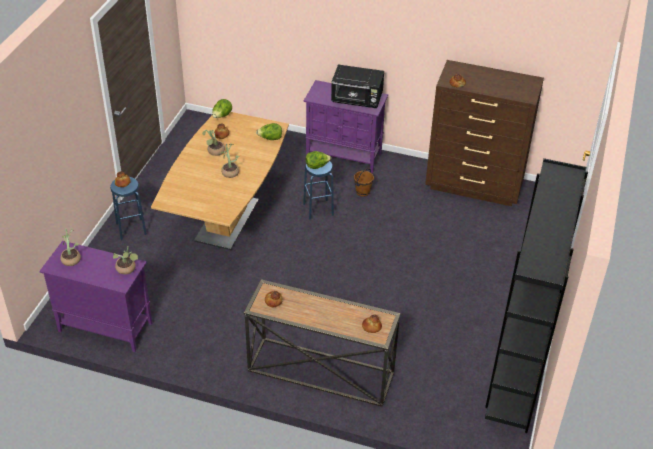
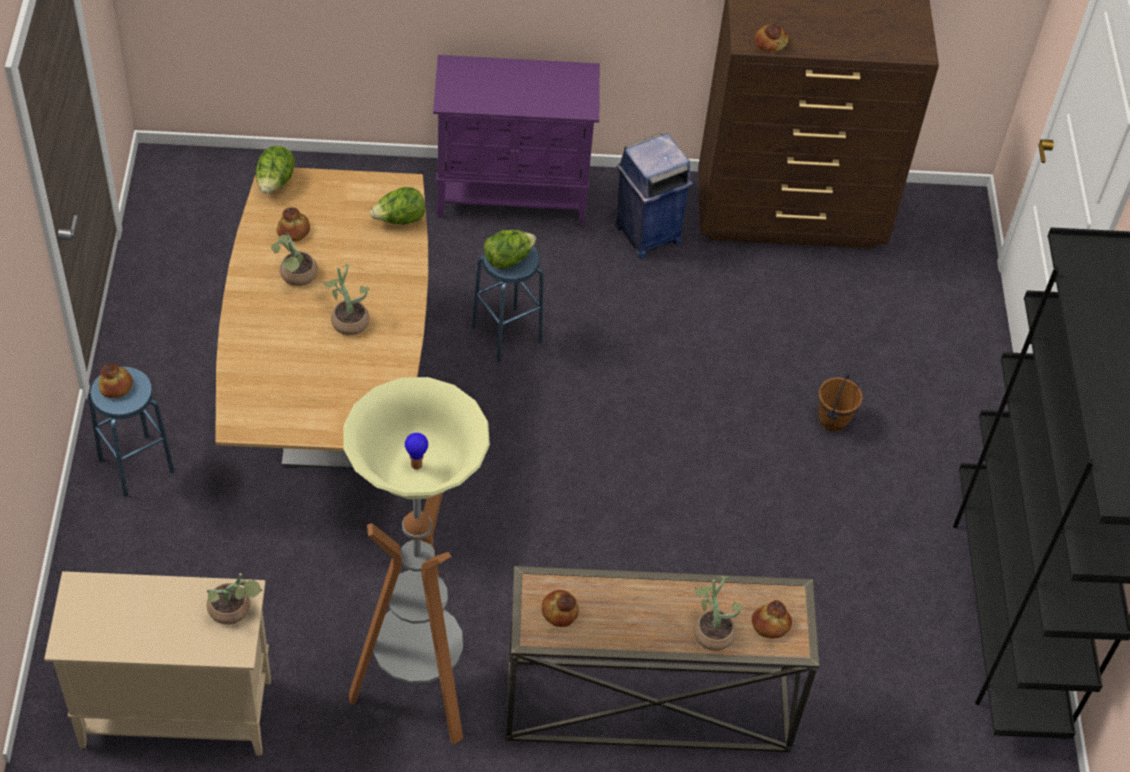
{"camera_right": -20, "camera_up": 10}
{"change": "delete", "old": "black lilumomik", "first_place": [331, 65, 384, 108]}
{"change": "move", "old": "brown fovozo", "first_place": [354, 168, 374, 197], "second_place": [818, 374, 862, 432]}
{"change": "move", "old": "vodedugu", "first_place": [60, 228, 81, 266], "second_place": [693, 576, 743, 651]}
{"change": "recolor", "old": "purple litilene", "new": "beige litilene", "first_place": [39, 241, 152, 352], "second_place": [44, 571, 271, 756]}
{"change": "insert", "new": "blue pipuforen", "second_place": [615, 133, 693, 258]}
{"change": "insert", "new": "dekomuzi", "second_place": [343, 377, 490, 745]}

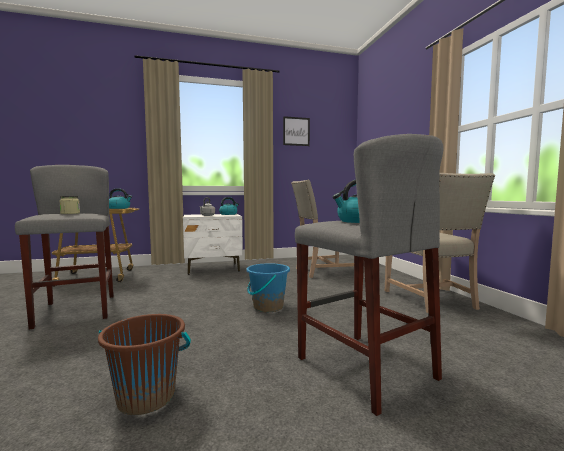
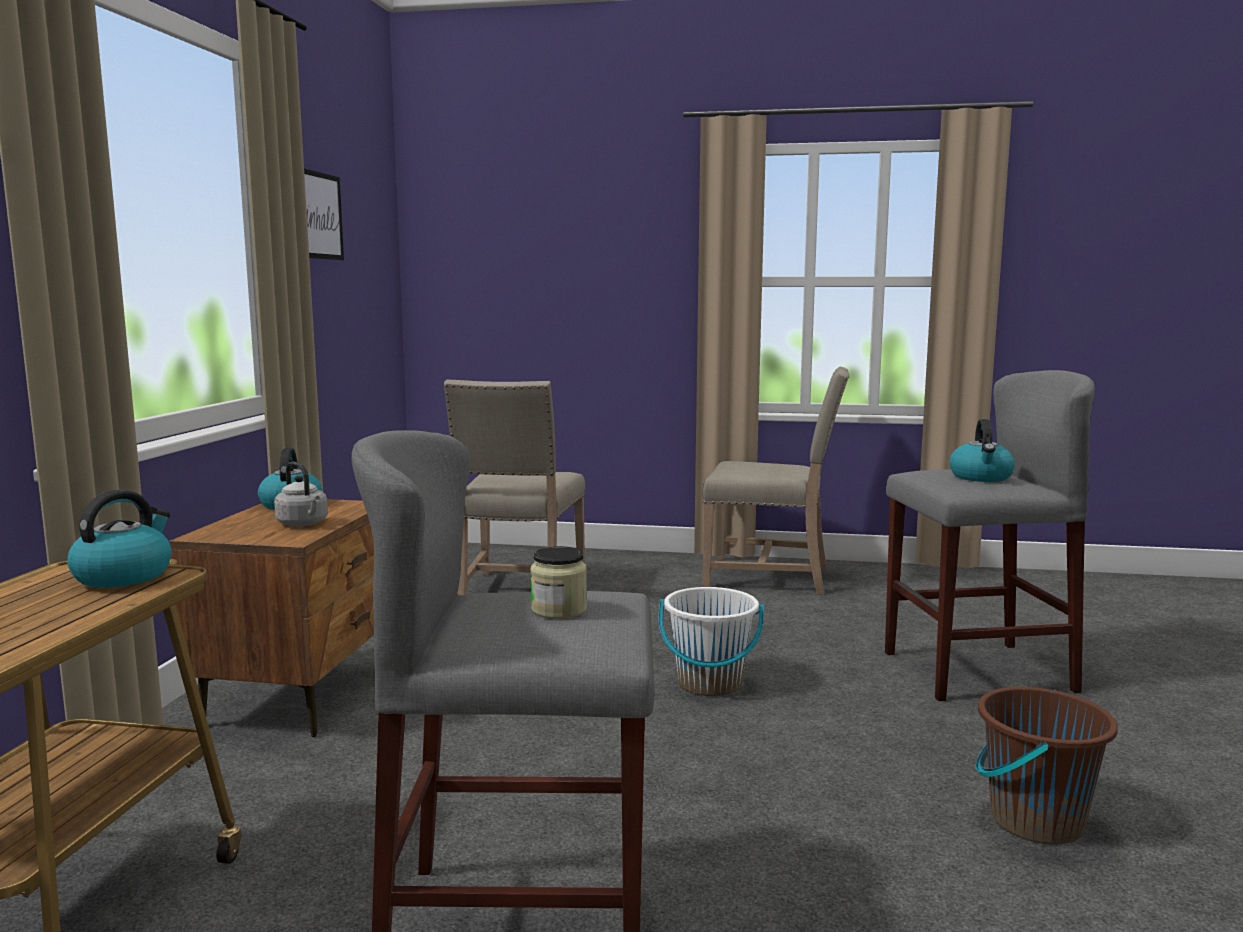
{"camera_right": -65, "camera_up": 5}
{"change": "recolor", "old": "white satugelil", "new": "brown satugelil", "first_place": [183, 214, 243, 275], "second_place": [169, 499, 374, 737]}
{"change": "recolor", "old": "blue fovozo", "new": "white fovozo", "first_place": [246, 263, 290, 312], "second_place": [658, 587, 764, 696]}

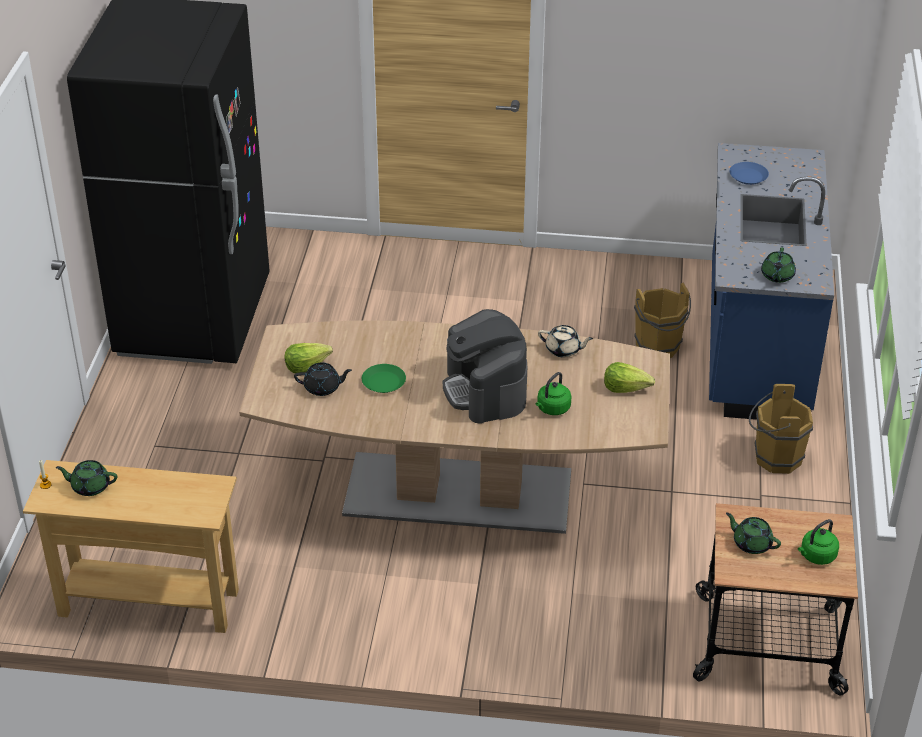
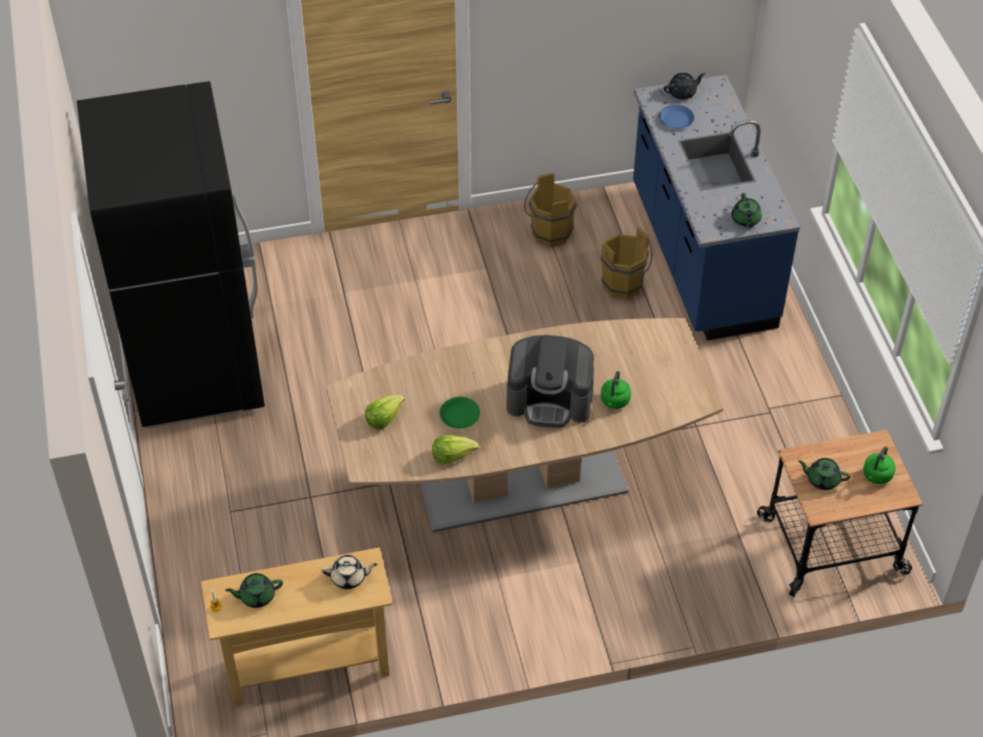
{"camera_right": -20, "camera_up": 10}
{"change": "rotate", "old": "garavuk", "first_place": [443, 309, 527, 424], "second_place": [507, 335, 594, 428], "degrees": -45}
{"change": "move", "old": "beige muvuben", "first_place": [538, 325, 593, 358], "second_place": [321, 555, 378, 589]}
{"change": "move", "old": "black muvuben", "first_place": [294, 362, 352, 396], "second_place": [664, 73, 705, 99]}
{"change": "move", "old": "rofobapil", "first_place": [604, 362, 655, 393], "second_place": [432, 435, 479, 464]}
{"change": "move", "old": "brown fovozo", "first_place": [749, 384, 813, 474], "second_place": [524, 173, 577, 247]}

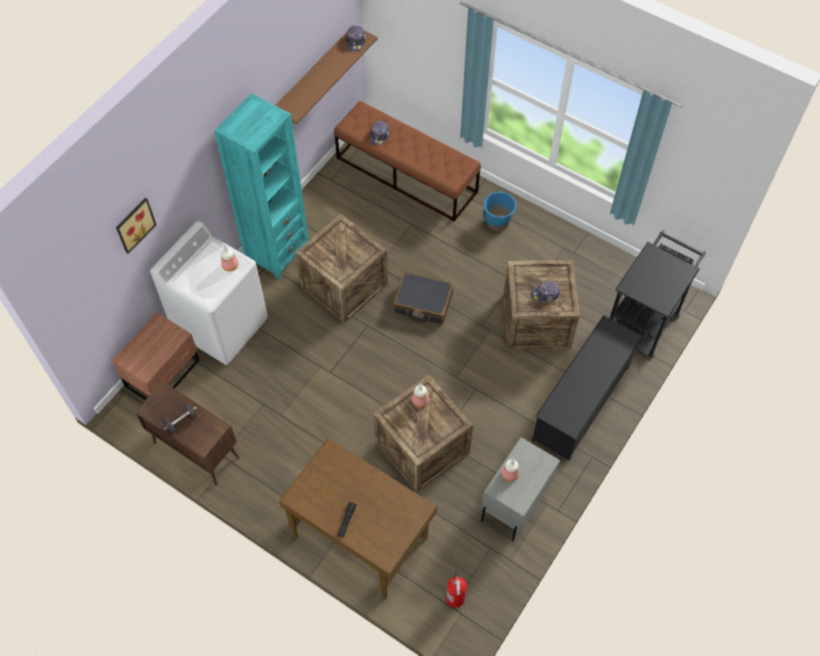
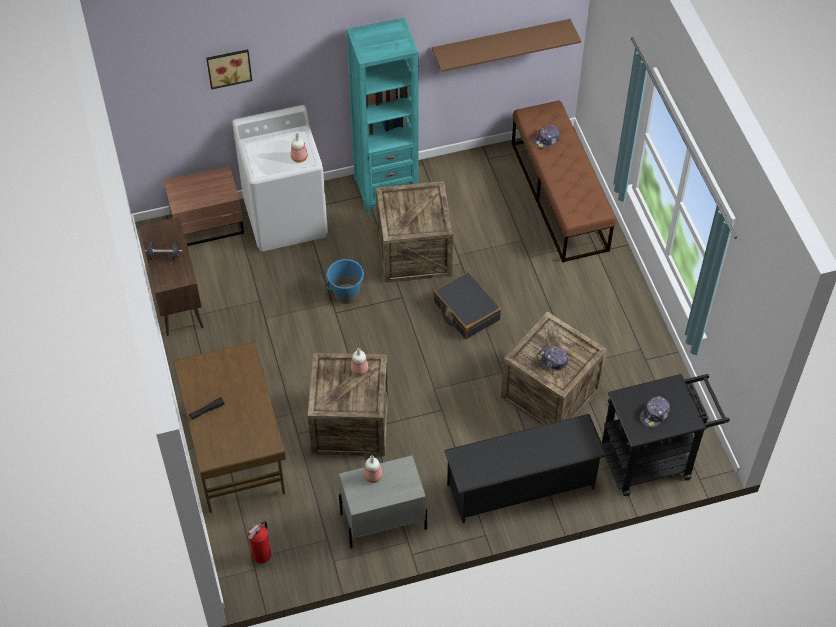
{"camera_right": 40, "camera_up": -5}
{"change": "move", "old": "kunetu", "first_place": [345, 26, 366, 51], "second_place": [640, 396, 670, 427]}
{"change": "move", "old": "blue fovozo", "first_place": [483, 191, 516, 231], "second_place": [326, 259, 364, 304]}

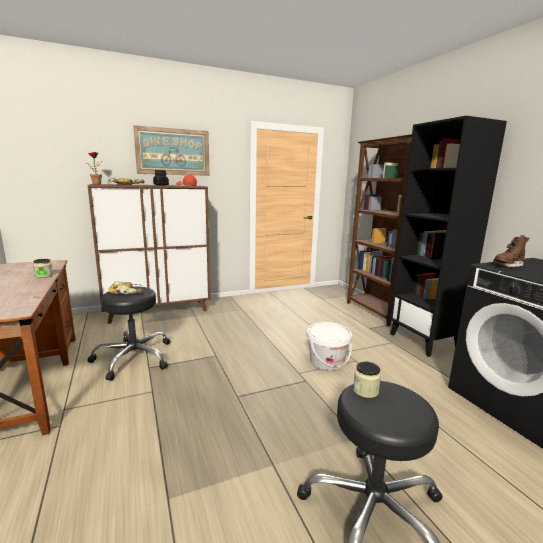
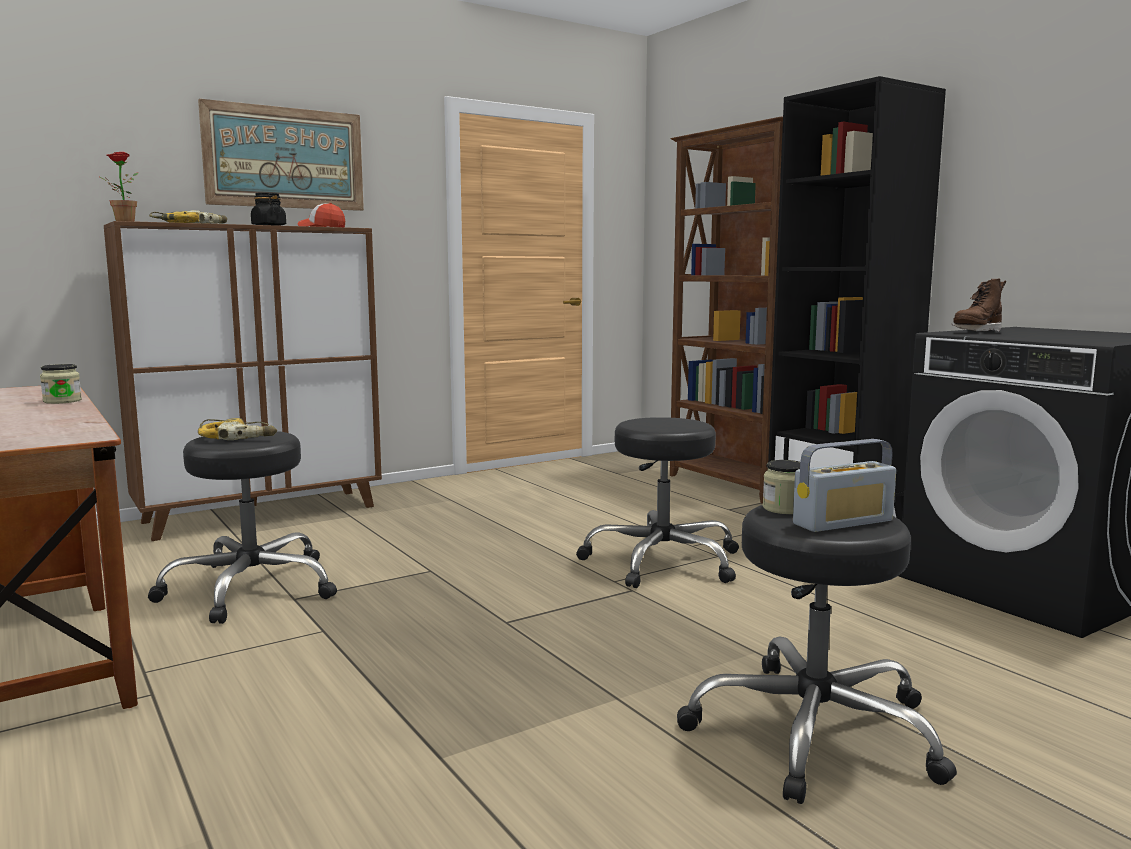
{"camera_right": -10, "camera_up": -5}
{"change": "replace", "old": "white fovozo", "new": "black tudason", "first_place": [307, 322, 352, 371], "second_place": [576, 417, 739, 588]}
{"change": "insert", "new": "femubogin", "second_place": [793, 439, 896, 532]}

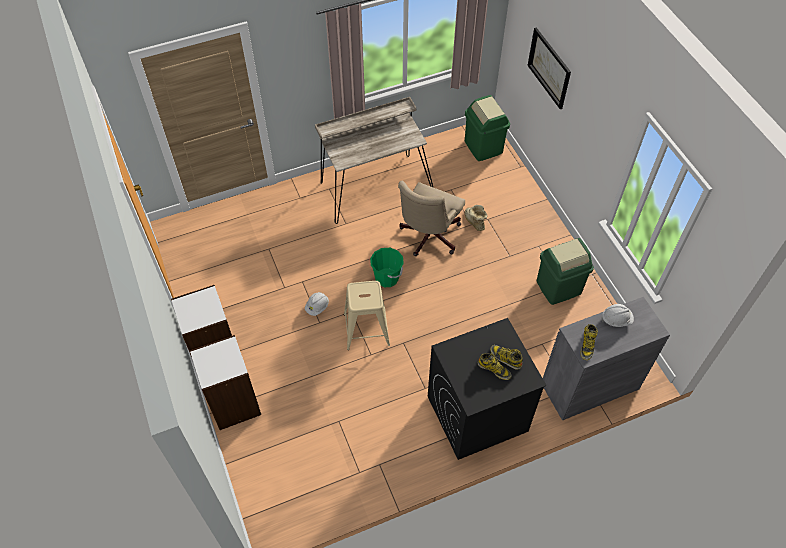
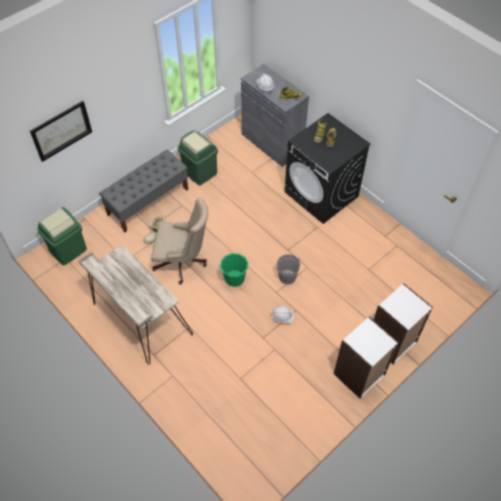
{"camera_right": -110, "camera_up": 0}
{"change": "replace", "old": "beige tudason", "new": "grey fovozo", "first_place": [344, 281, 390, 350], "second_place": [277, 254, 300, 284]}
{"change": "insert", "new": "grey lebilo", "second_place": [99, 150, 188, 232]}

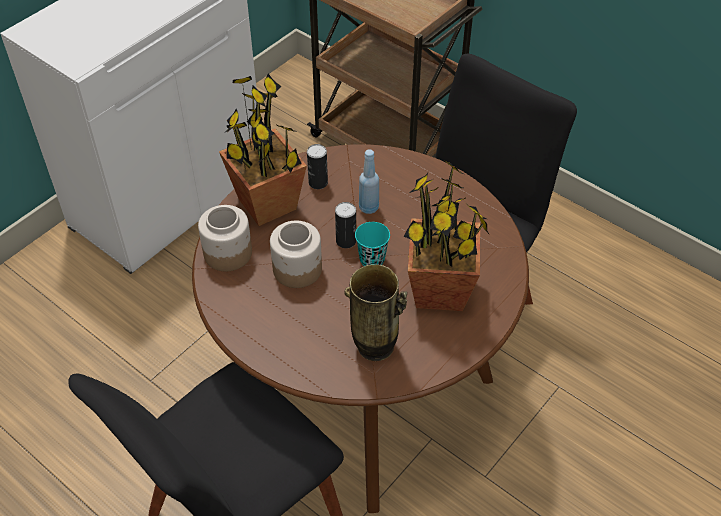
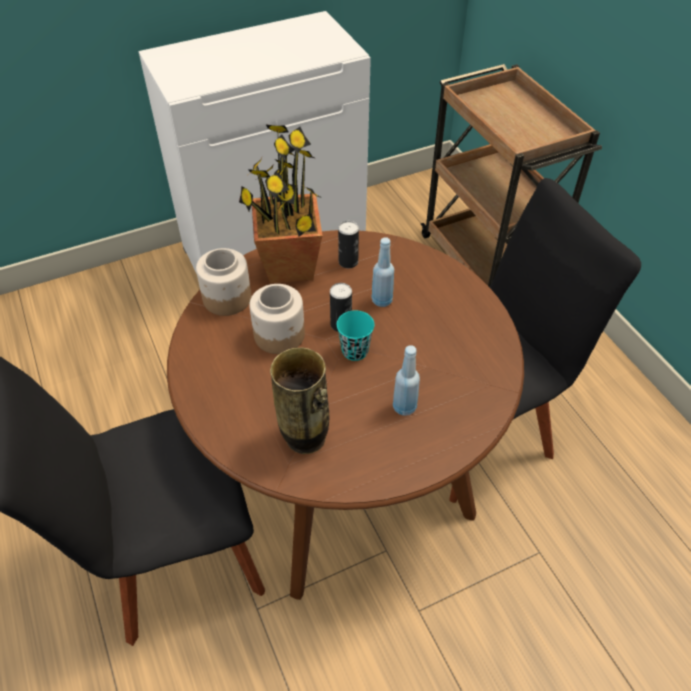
{"camera_right": 25, "camera_up": 0}
{"change": "replace", "old": "vodedugu", "new": "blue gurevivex", "first_place": [404, 158, 490, 311], "second_place": [393, 345, 420, 416]}

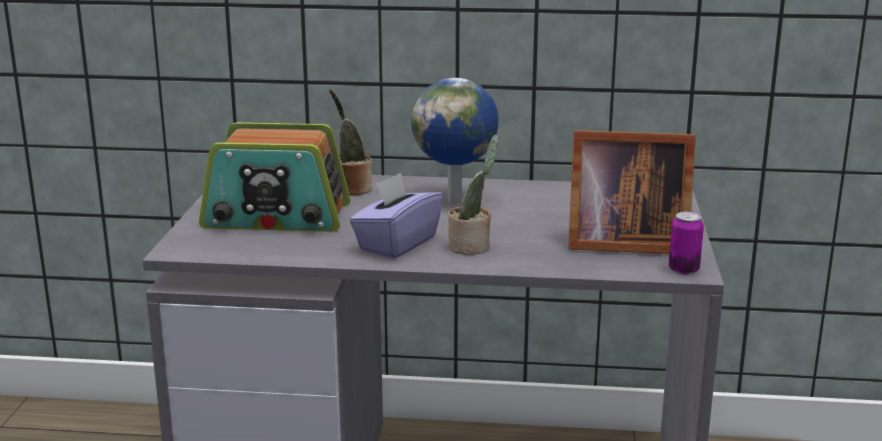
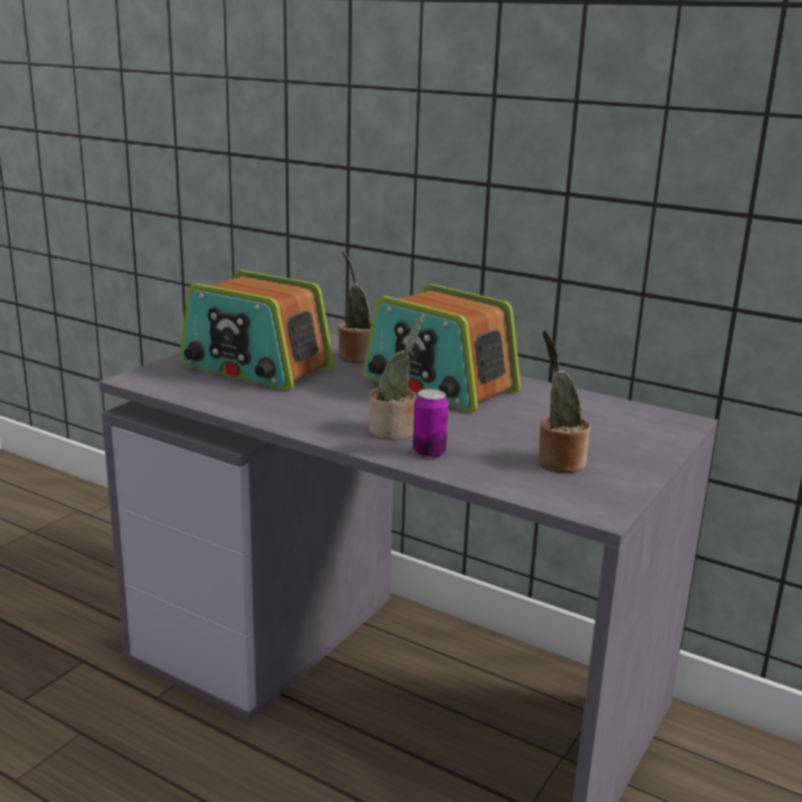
{"camera_right": 25, "camera_up": 0}
{"change": "replace", "old": "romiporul", "new": "femubogin", "first_place": [411, 78, 499, 204], "second_place": [363, 284, 521, 412]}
{"change": "replace", "old": "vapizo", "new": "vodedugu", "first_place": [568, 130, 696, 254], "second_place": [538, 330, 590, 473]}
{"change": "delete", "old": "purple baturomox", "first_place": [350, 172, 443, 259]}
{"change": "move", "old": "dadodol", "first_place": [669, 212, 704, 275], "second_place": [413, 389, 449, 458]}

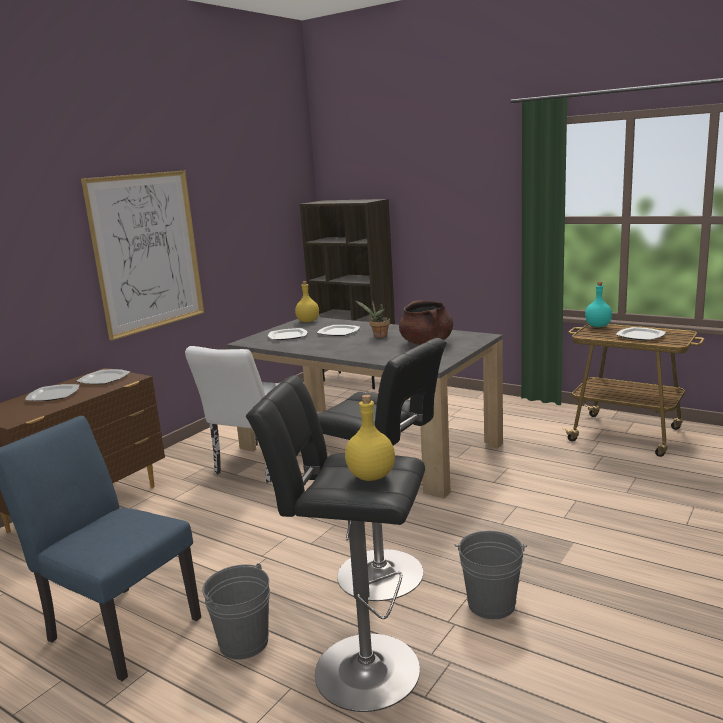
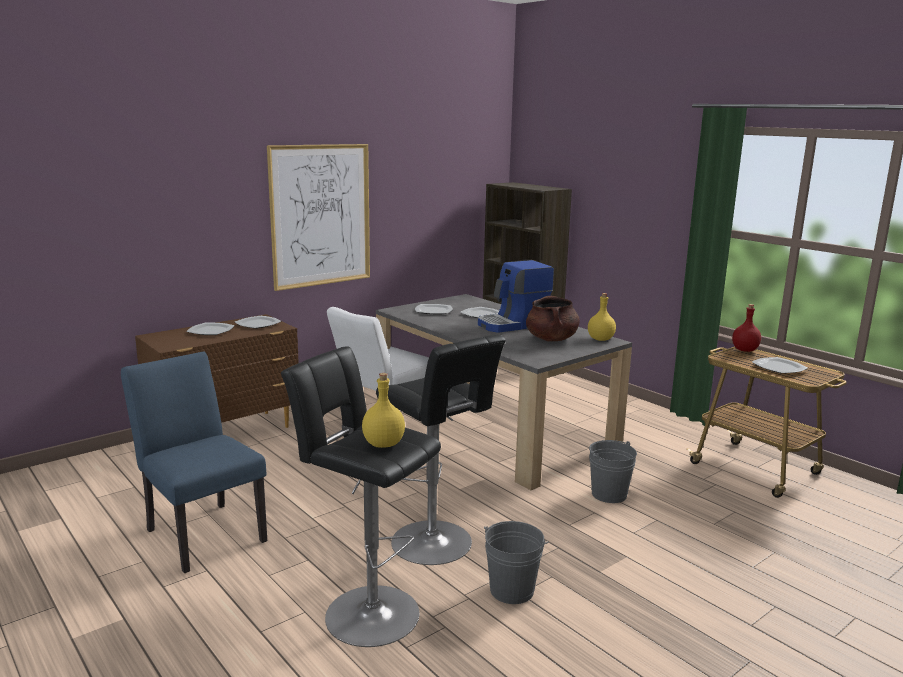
{"camera_right": 15, "camera_up": 0}
{"change": "move", "old": "yellow gurevivex", "first_place": [295, 281, 319, 322], "second_place": [588, 293, 616, 341]}
{"change": "recolor", "old": "turquoise gurevivex", "new": "red gurevivex", "first_place": [585, 282, 612, 327], "second_place": [732, 304, 761, 352]}
{"change": "replace", "old": "vodedugu", "new": "garavuk", "first_place": [355, 300, 390, 338], "second_place": [478, 260, 554, 333]}
{"change": "move", "old": "grey fovozo", "first_place": [202, 563, 270, 660], "second_place": [589, 440, 637, 503]}

